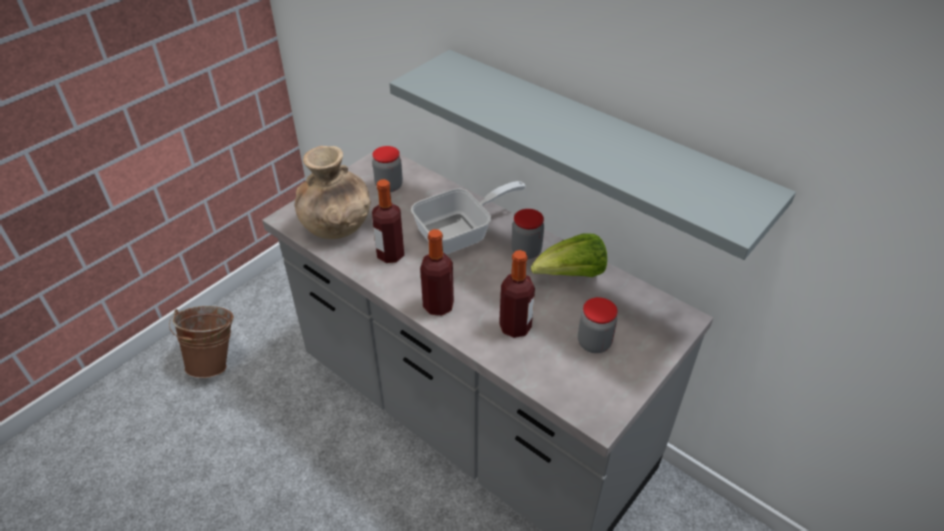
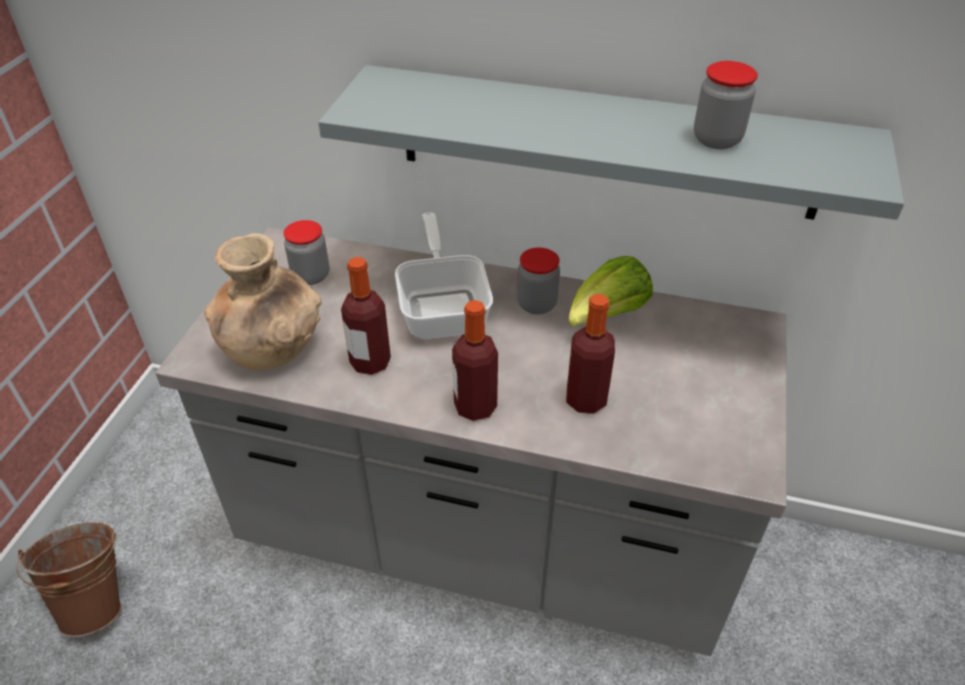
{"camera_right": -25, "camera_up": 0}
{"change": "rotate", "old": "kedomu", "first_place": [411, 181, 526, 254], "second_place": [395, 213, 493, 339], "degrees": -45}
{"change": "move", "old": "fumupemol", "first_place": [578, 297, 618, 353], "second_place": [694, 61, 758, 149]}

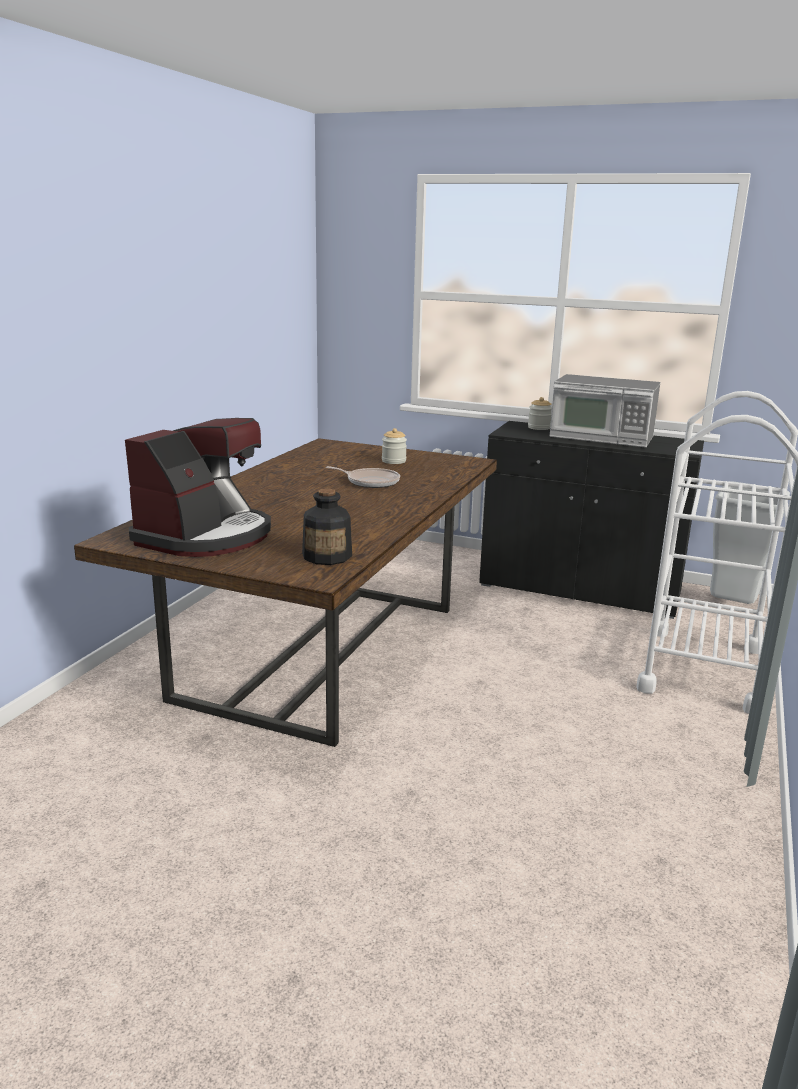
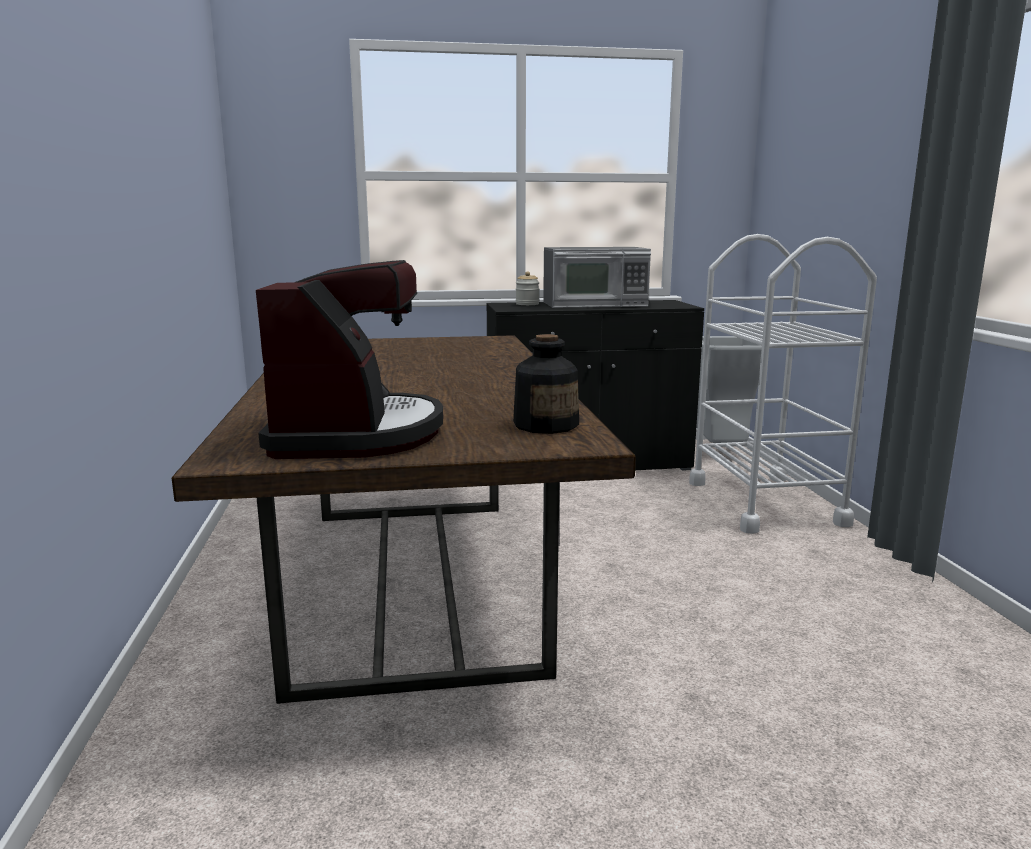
{"camera_right": -30, "camera_up": -5}
{"change": "delete", "old": "fumupemol", "first_place": [382, 428, 407, 464]}
{"change": "delete", "old": "kedomu", "first_place": [326, 466, 400, 488]}

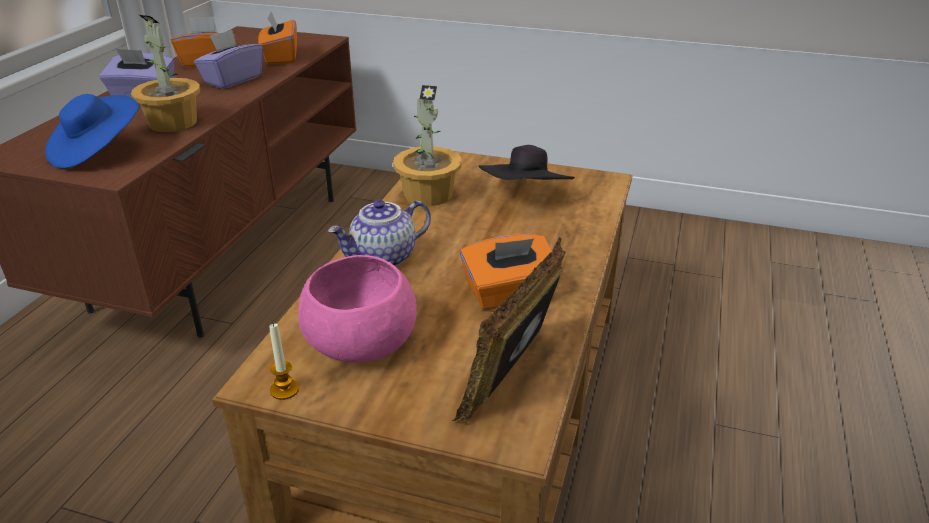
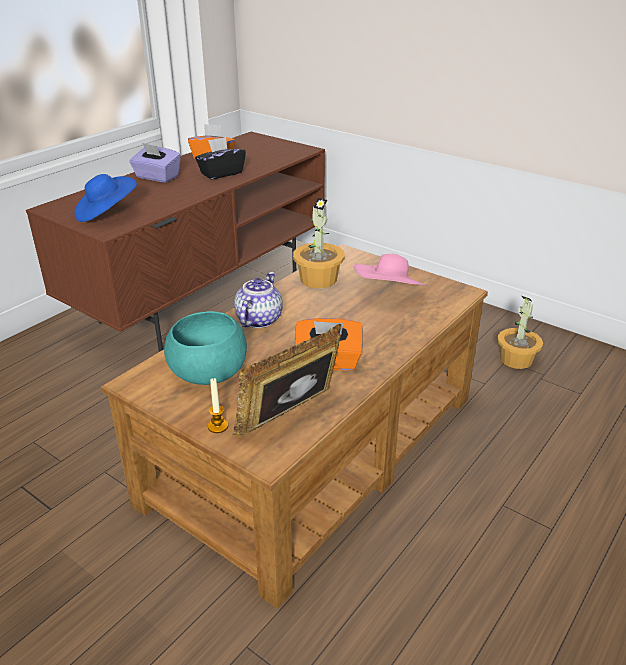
{"camera_right": 20, "camera_up": 0}
{"change": "delete", "old": "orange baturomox", "first_place": [258, 12, 297, 65]}
{"change": "move", "old": "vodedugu", "first_place": [131, 15, 200, 132], "second_place": [497, 296, 543, 369]}
{"change": "recolor", "old": "purple baturomox", "new": "black baturomox", "first_place": [194, 30, 263, 89], "second_place": [195, 137, 246, 180]}
{"change": "recolor", "old": "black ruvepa", "new": "pink ruvepa", "first_place": [479, 145, 575, 180], "second_place": [354, 254, 427, 286]}
{"change": "rotate", "old": "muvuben", "first_place": [328, 200, 431, 267], "second_place": [234, 272, 283, 328], "degrees": 120}
{"change": "recolor", "old": "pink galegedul", "new": "turquoise galegedul", "first_place": [298, 255, 417, 363], "second_place": [164, 311, 247, 385]}
{"change": "move", "old": "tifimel", "first_place": [269, 323, 299, 400], "second_place": [208, 378, 228, 433]}

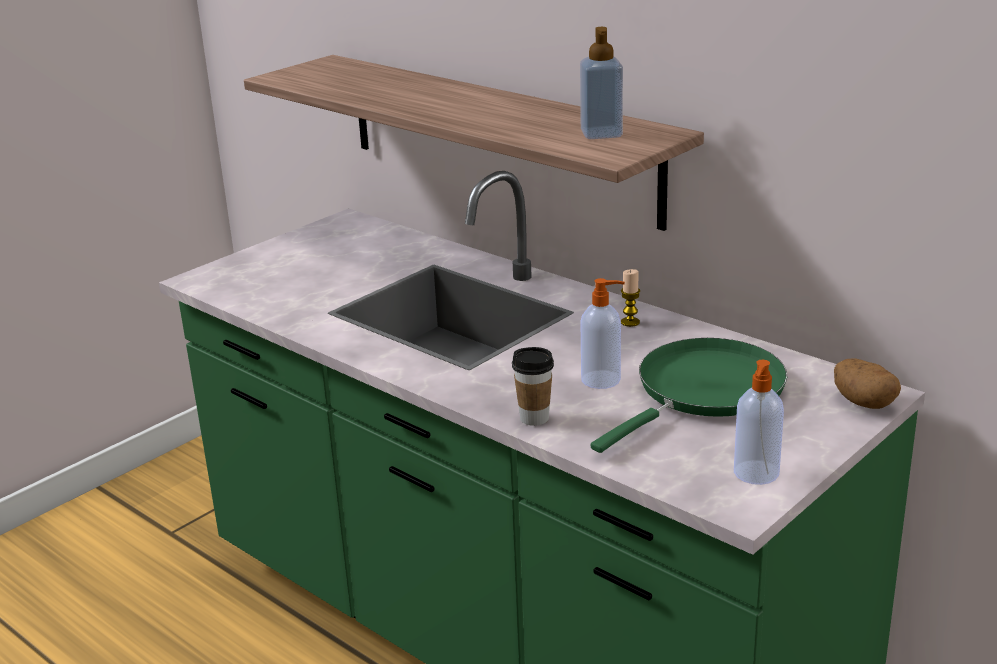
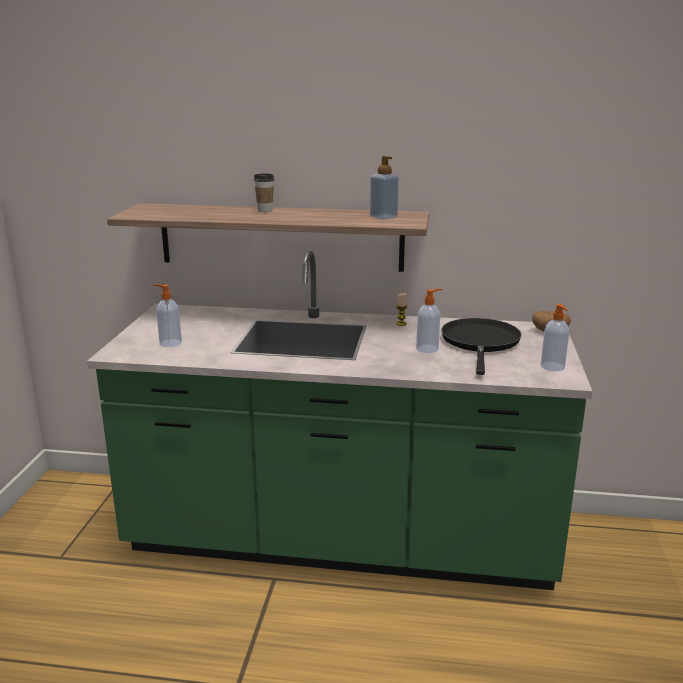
{"camera_right": -35, "camera_up": -5}
{"change": "recolor", "old": "green kedomu", "new": "black kedomu", "first_place": [590, 338, 787, 453], "second_place": [441, 318, 522, 375]}
{"change": "move", "old": "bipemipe", "first_place": [512, 347, 554, 426], "second_place": [254, 173, 274, 212]}
{"change": "insert", "new": "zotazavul", "second_place": [153, 284, 182, 347]}

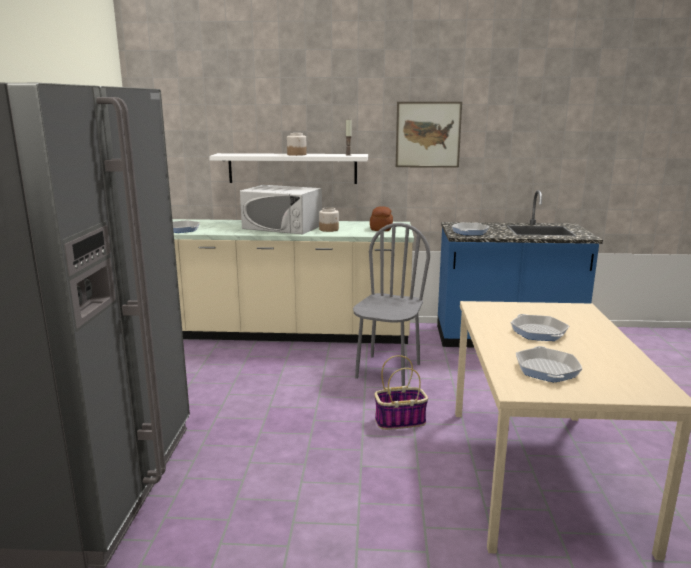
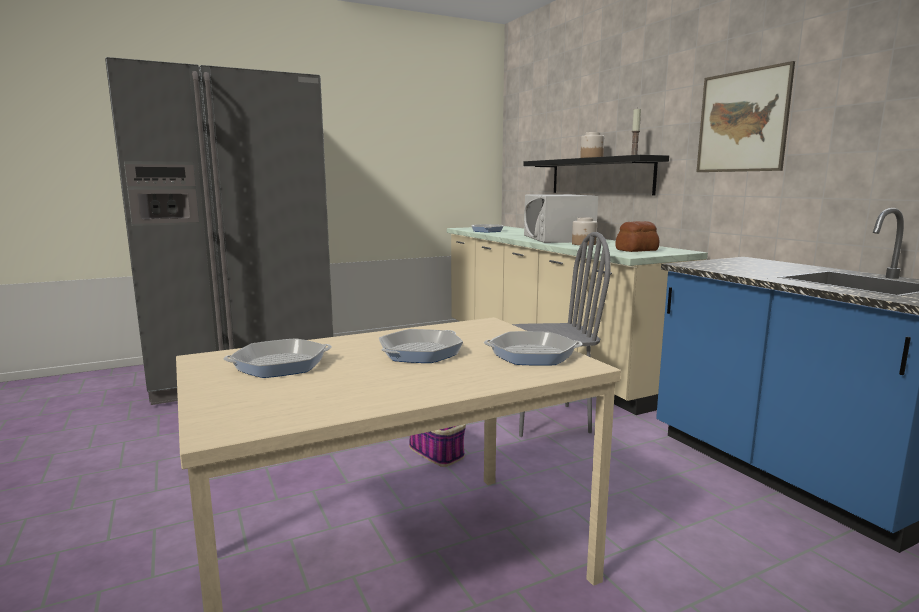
{"camera_right": 60, "camera_up": -5}
{"change": "recolor", "old": "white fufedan", "new": "black fufedan", "first_place": [209, 153, 368, 184], "second_place": [523, 155, 669, 196]}
{"change": "move", "old": "kedomu", "first_place": [451, 223, 490, 235], "second_place": [484, 331, 583, 366]}

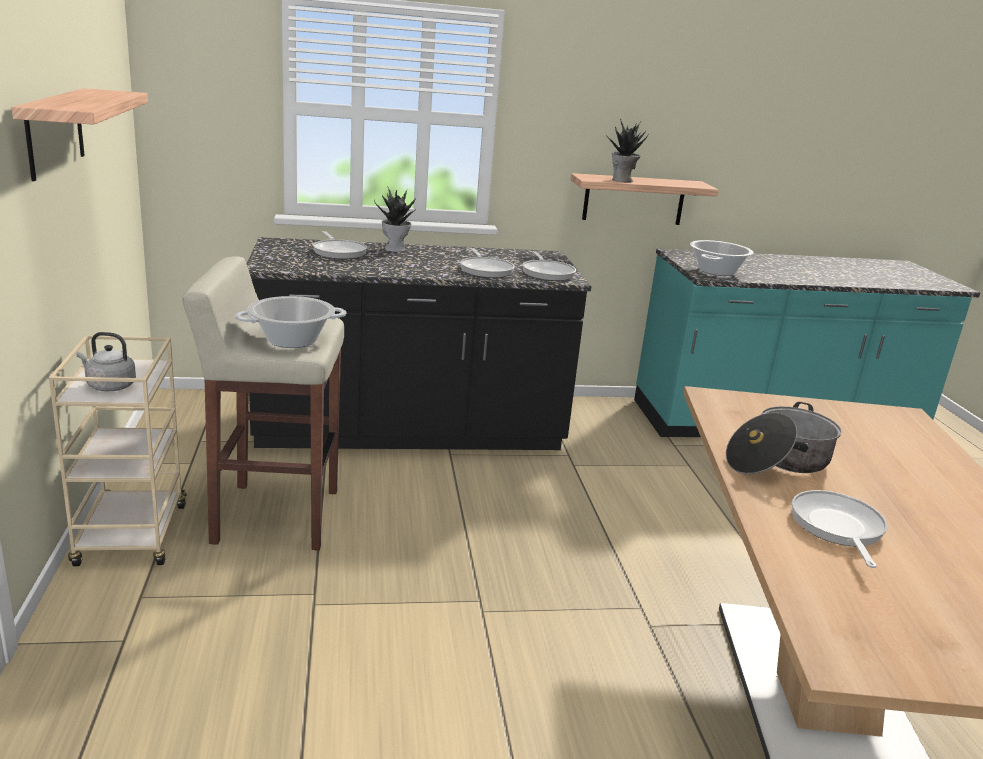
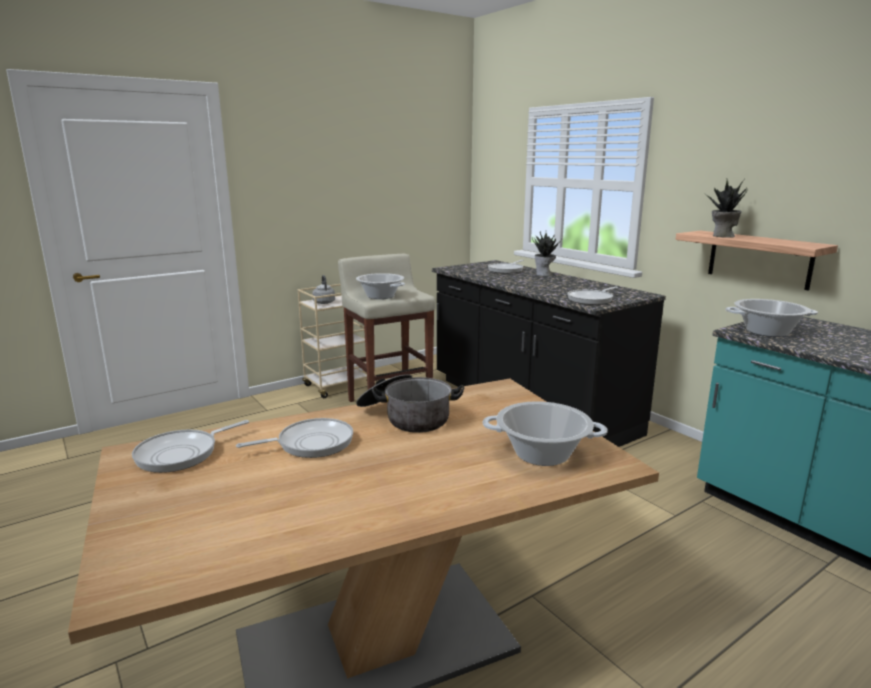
{"camera_right": 65, "camera_up": -5}
{"change": "delete", "old": "fufedan", "first_place": [12, 88, 148, 181]}
{"change": "move", "old": "kedomu", "first_place": [460, 248, 515, 278], "second_place": [132, 420, 249, 473]}
{"change": "insert", "new": "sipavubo", "second_place": [483, 401, 608, 466]}

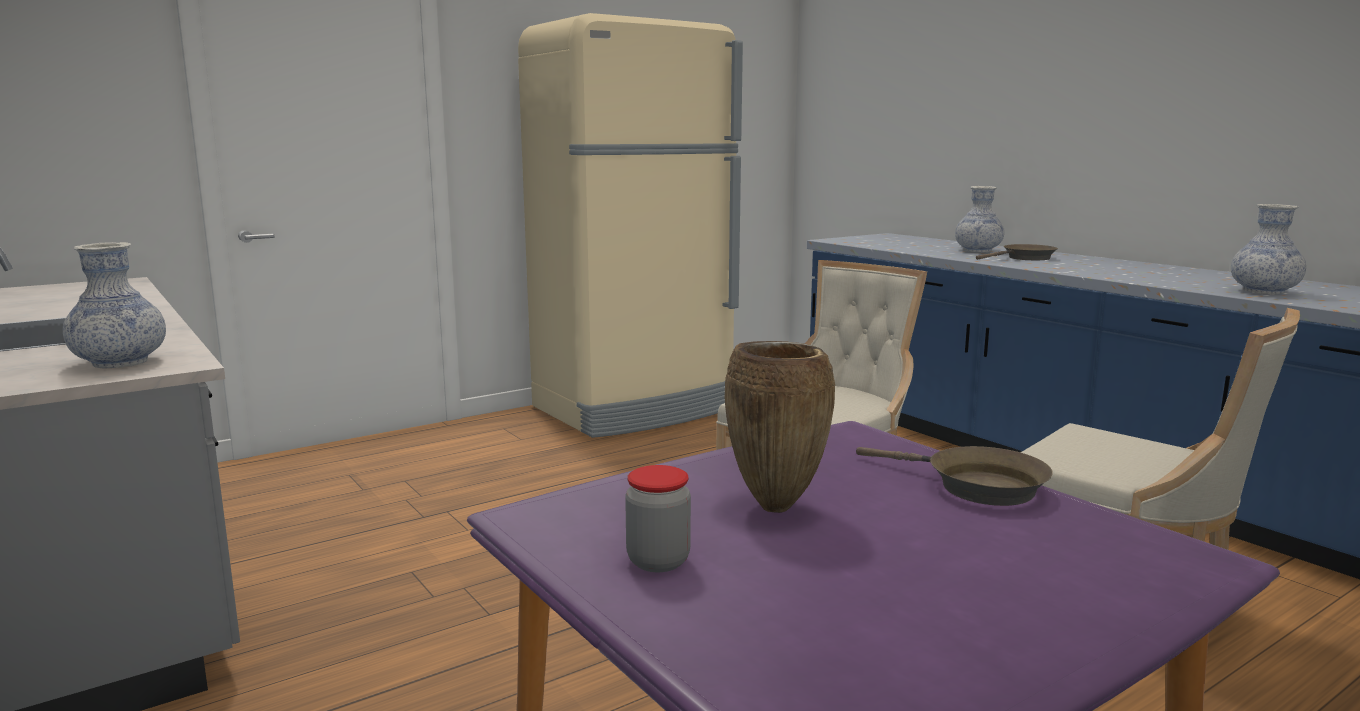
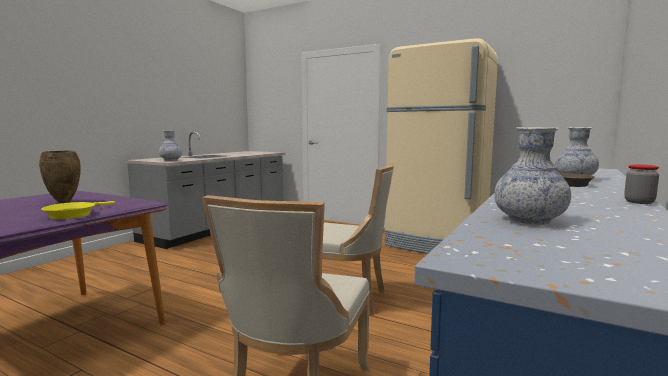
{"camera_right": 65, "camera_up": -5}
{"change": "recolor", "old": "brown kedomu", "new": "yellow kedomu", "first_place": [856, 446, 1053, 506], "second_place": [42, 201, 115, 219]}
{"change": "move", "old": "fumupemol", "first_place": [625, 465, 691, 572], "second_place": [624, 164, 659, 204]}

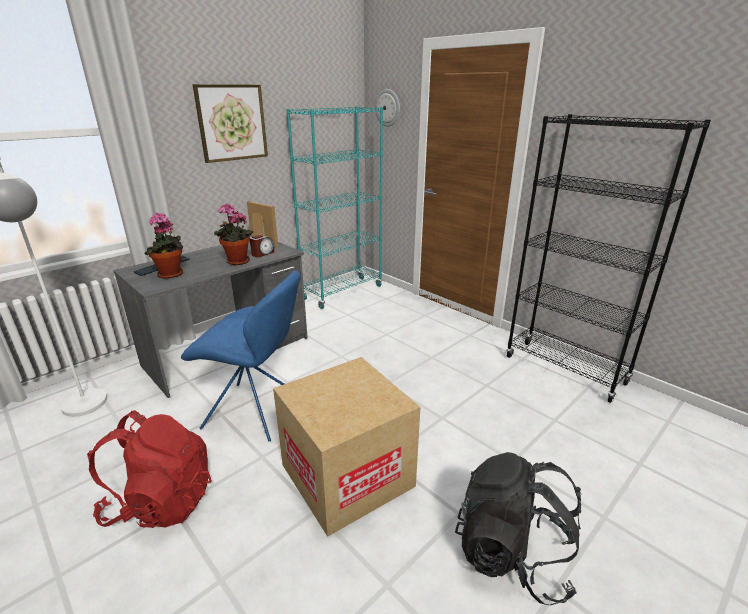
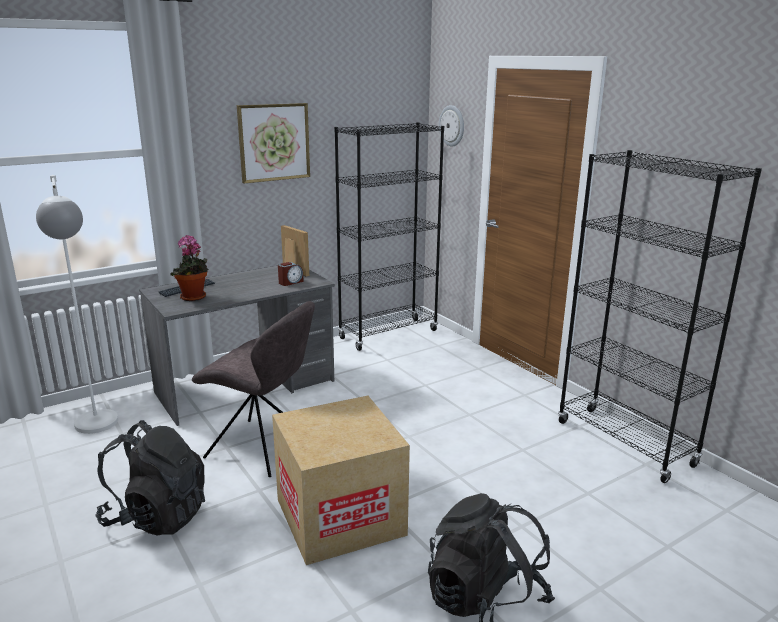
{"camera_right": 10, "camera_up": -5}
{"change": "recolor", "old": "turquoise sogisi", "new": "black sogisi", "first_place": [286, 106, 383, 309], "second_place": [334, 122, 444, 351]}
{"change": "delete", "old": "vodedugu", "first_place": [214, 203, 253, 265]}
{"change": "recolor", "old": "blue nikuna", "new": "grey nikuna", "first_place": [181, 270, 300, 441], "second_place": [192, 301, 315, 477]}
{"change": "recolor", "old": "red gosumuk", "new": "black gosumuk", "first_place": [87, 410, 212, 528], "second_place": [95, 420, 205, 536]}

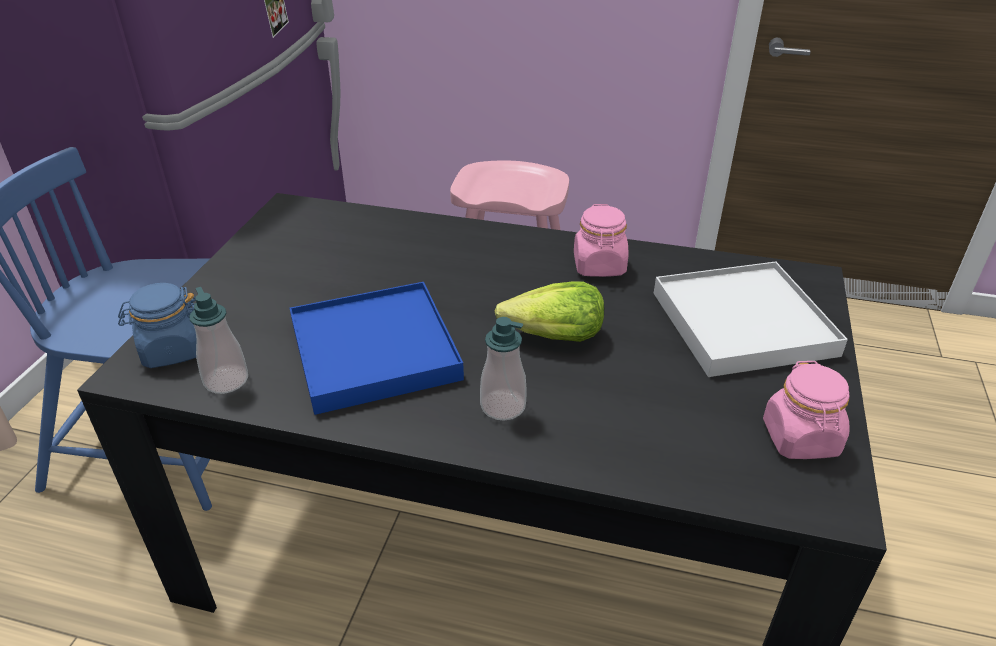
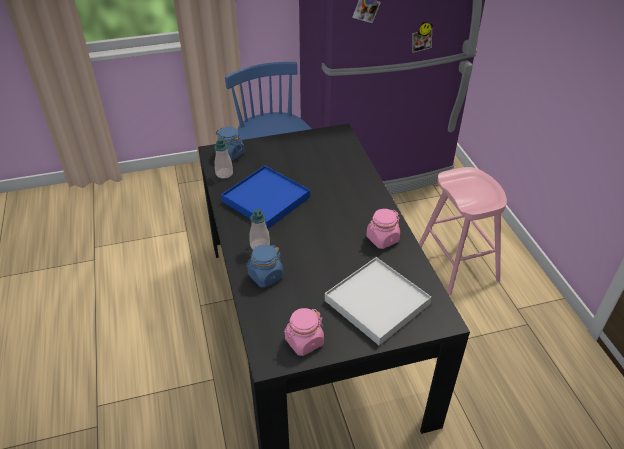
{"camera_right": 60, "camera_up": 5}
{"change": "delete", "old": "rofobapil", "first_place": [495, 281, 604, 342]}
{"change": "insert", "new": "blue fumupemol", "second_place": [247, 245, 283, 288]}

